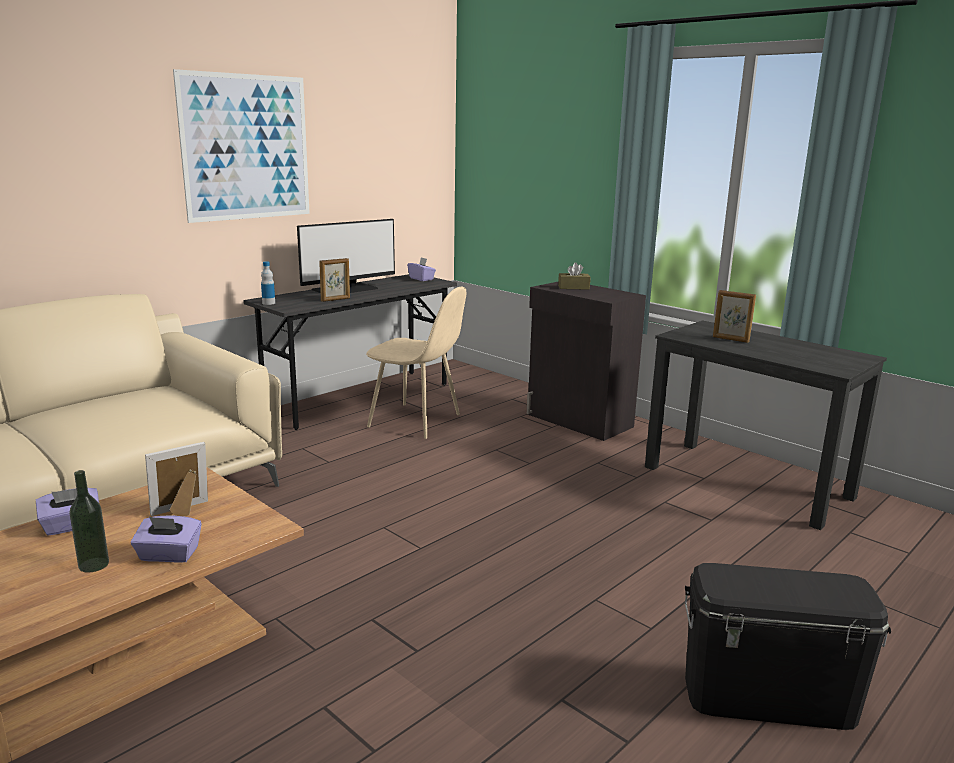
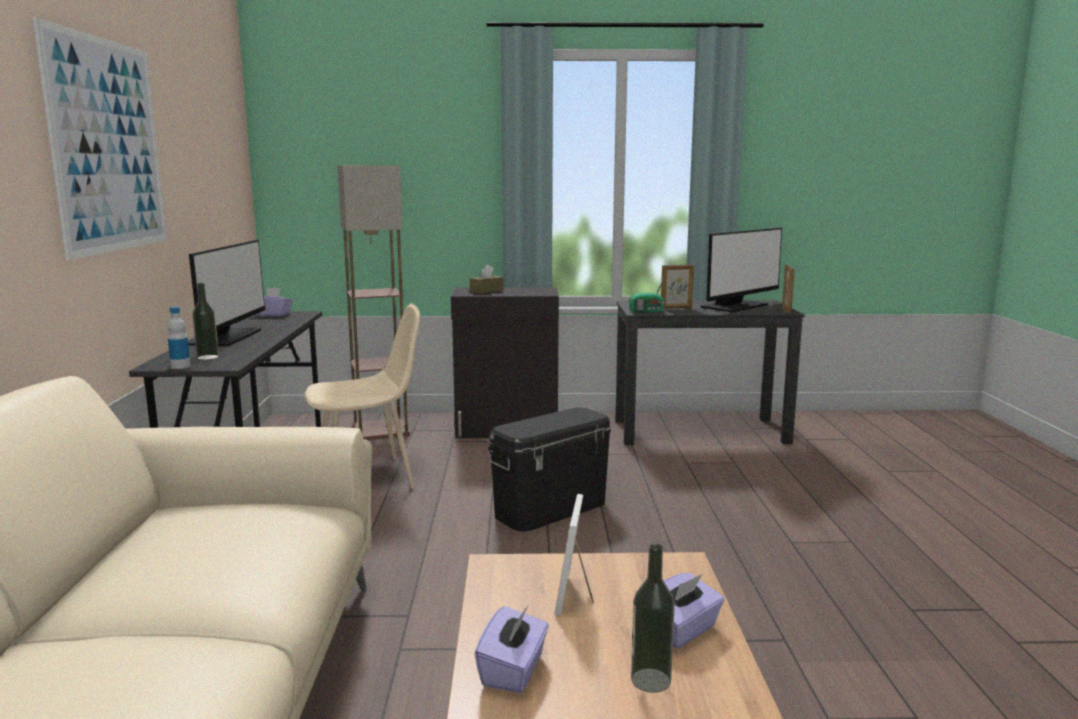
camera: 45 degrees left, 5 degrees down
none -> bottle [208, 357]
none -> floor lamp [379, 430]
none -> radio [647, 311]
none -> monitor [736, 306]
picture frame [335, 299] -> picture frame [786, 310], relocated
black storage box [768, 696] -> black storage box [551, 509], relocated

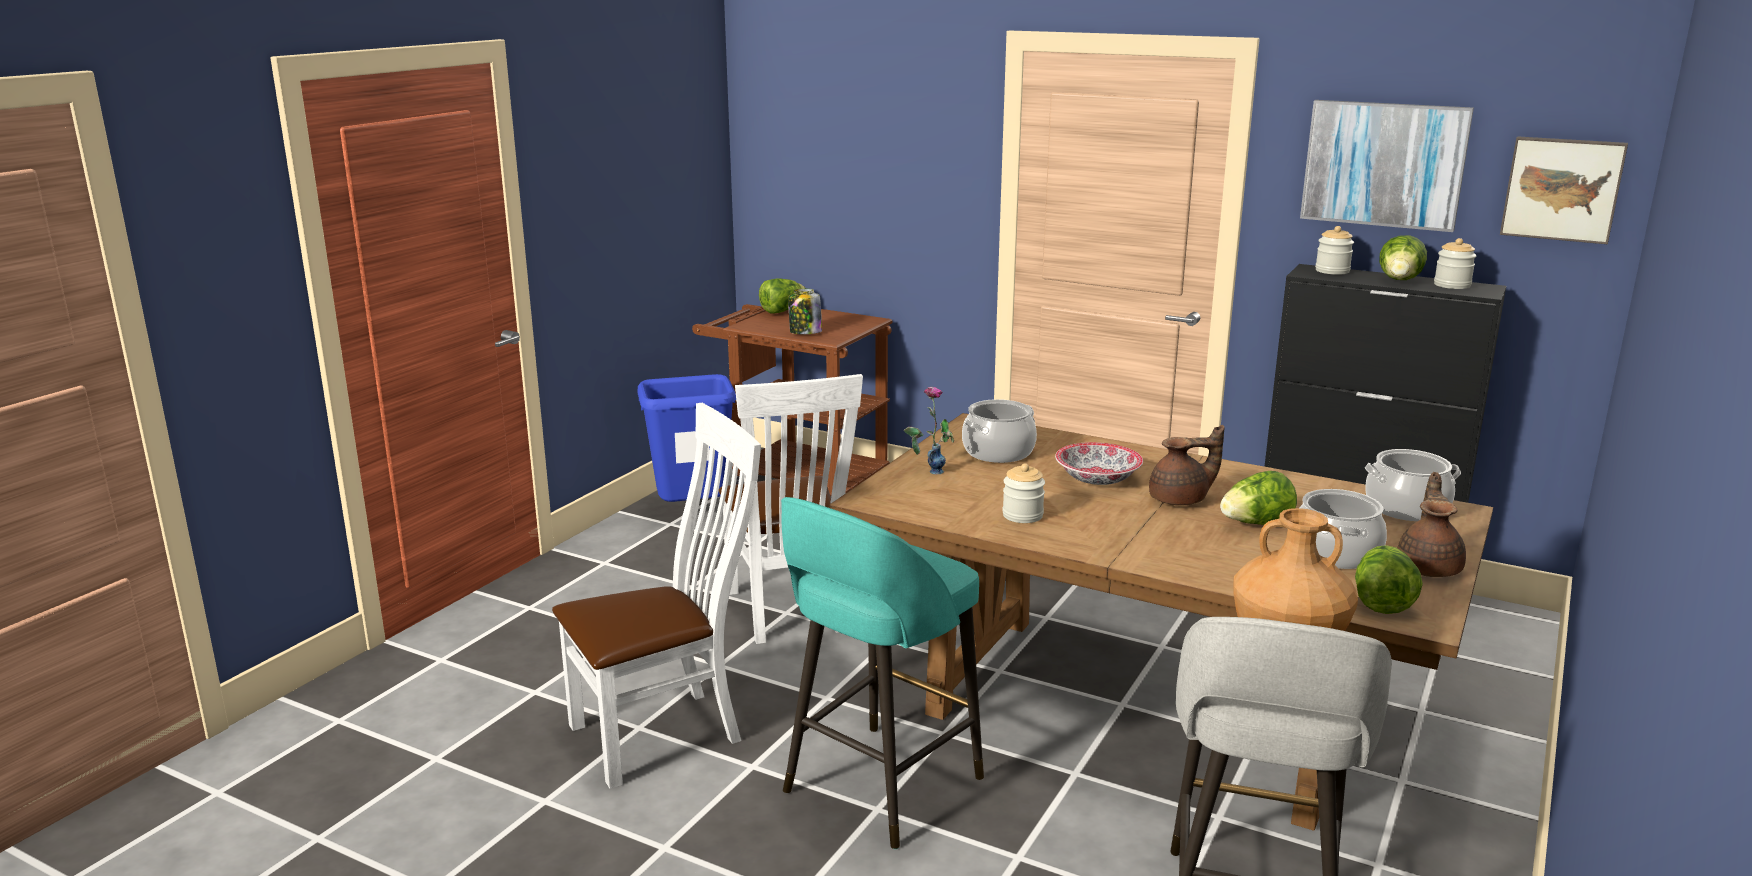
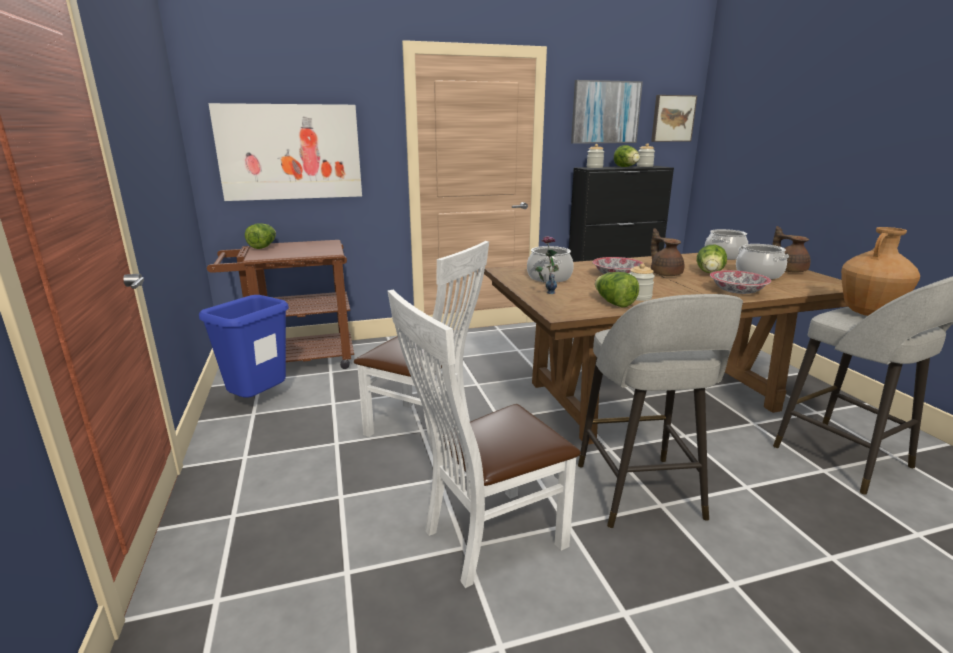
camera: 45 degrees left, 0 degrees up
jar [805, 332] -> none
none -> picture [290, 152]
none -> bowl [737, 292]
lettuce [1381, 601] -> lettuce [614, 303], relocated
turquoise stool [879, 787] -> grey stool [640, 493]
white chair [666, 732] -> white chair [486, 538], 135 degrees counterclockwise
brown teapot [1181, 500] -> brown teapot [665, 274], 60 degrees counterclockwise

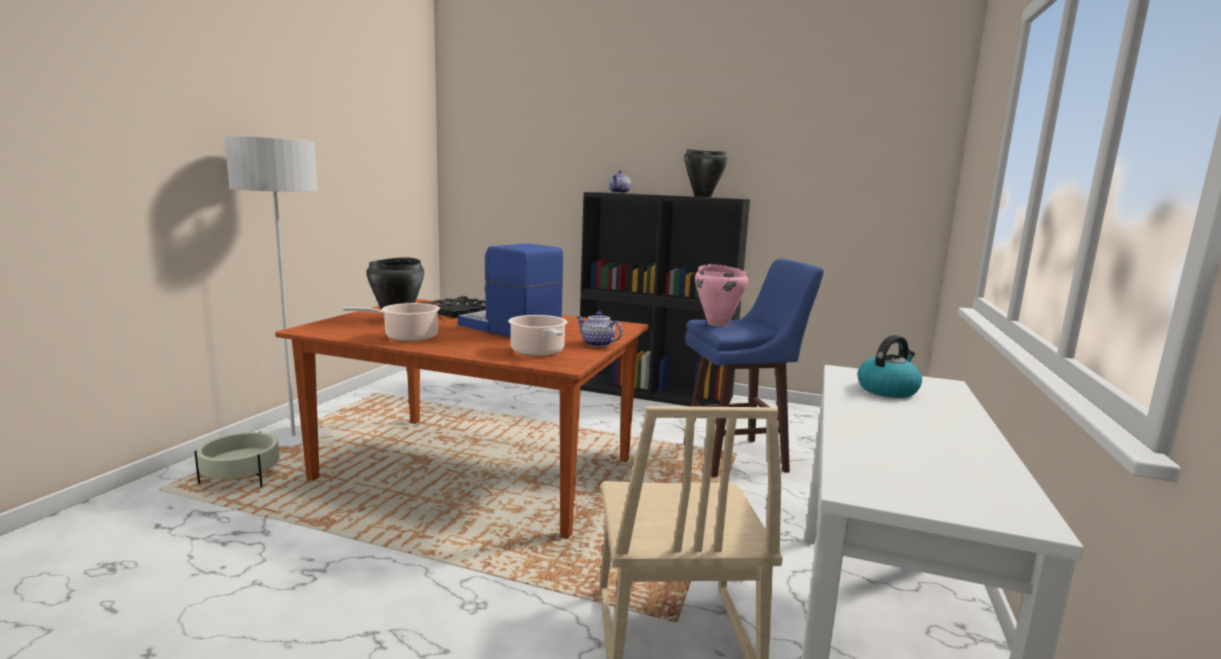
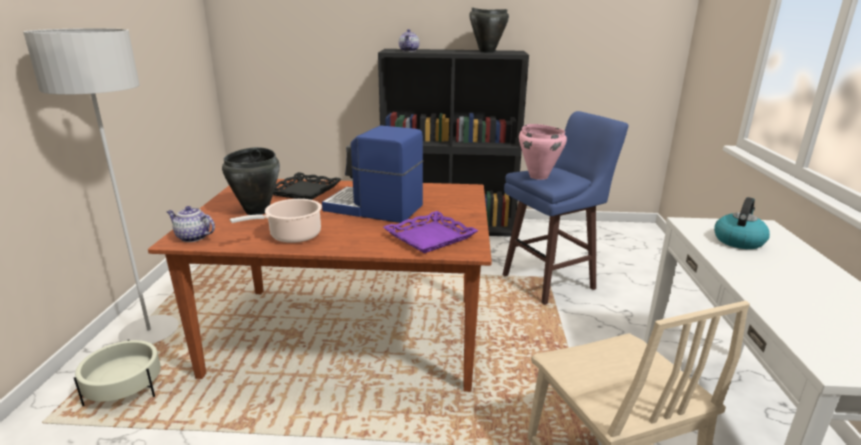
camera: 15 degrees left, 10 degrees up
teapot [597, 344] -> teapot [192, 237], relocated
cooking pot [538, 352] -> purple tray [430, 237]

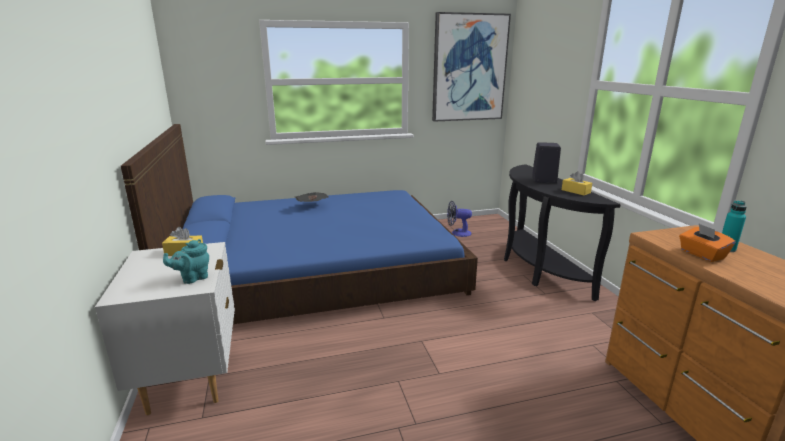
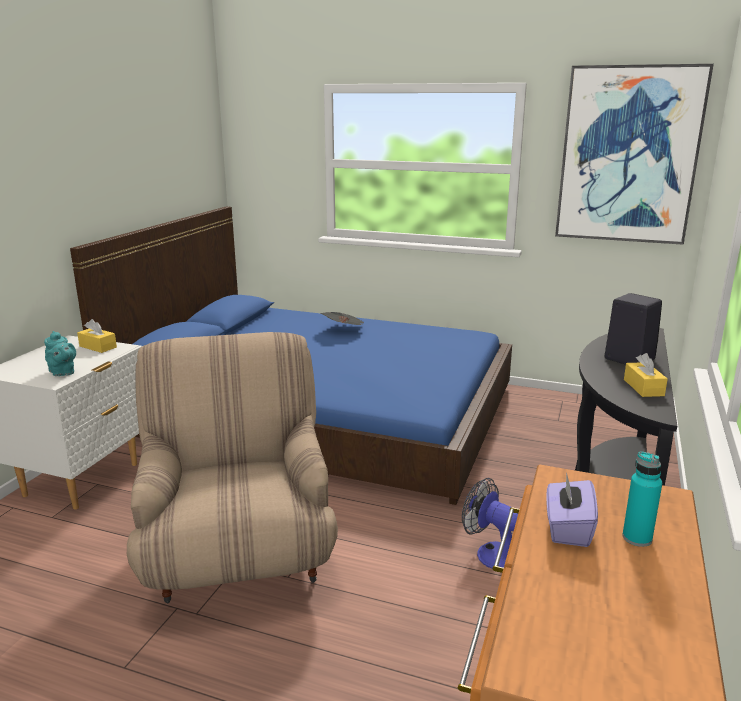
camera: 35 degrees right, 0 degrees up
none -> beige armchair [239, 554]
fan [457, 233] -> fan [491, 553], relocated
orange tissue box [701, 254] -> purple tissue box [567, 528]
turquoise teapot [192, 278] -> turquoise teapot [62, 373], 120 degrees counterclockwise

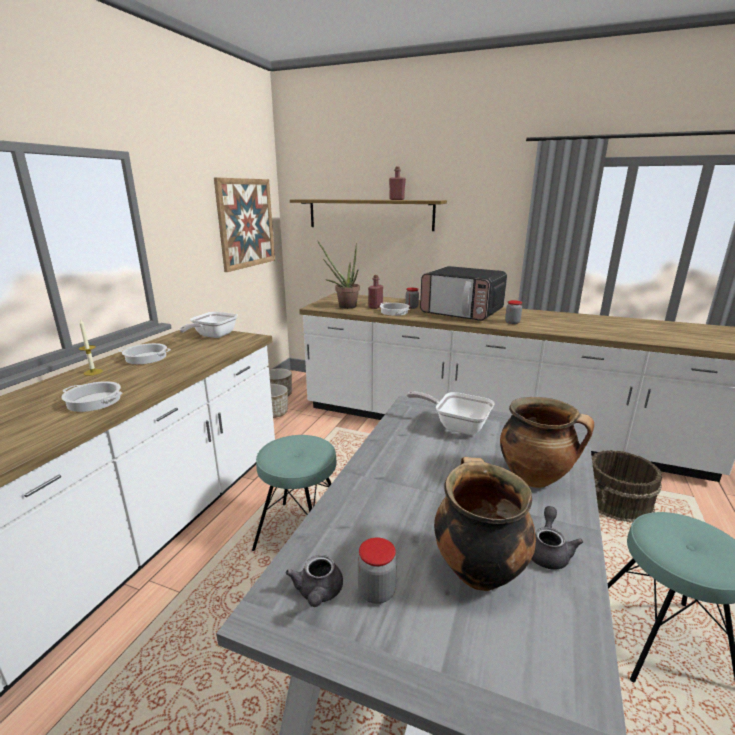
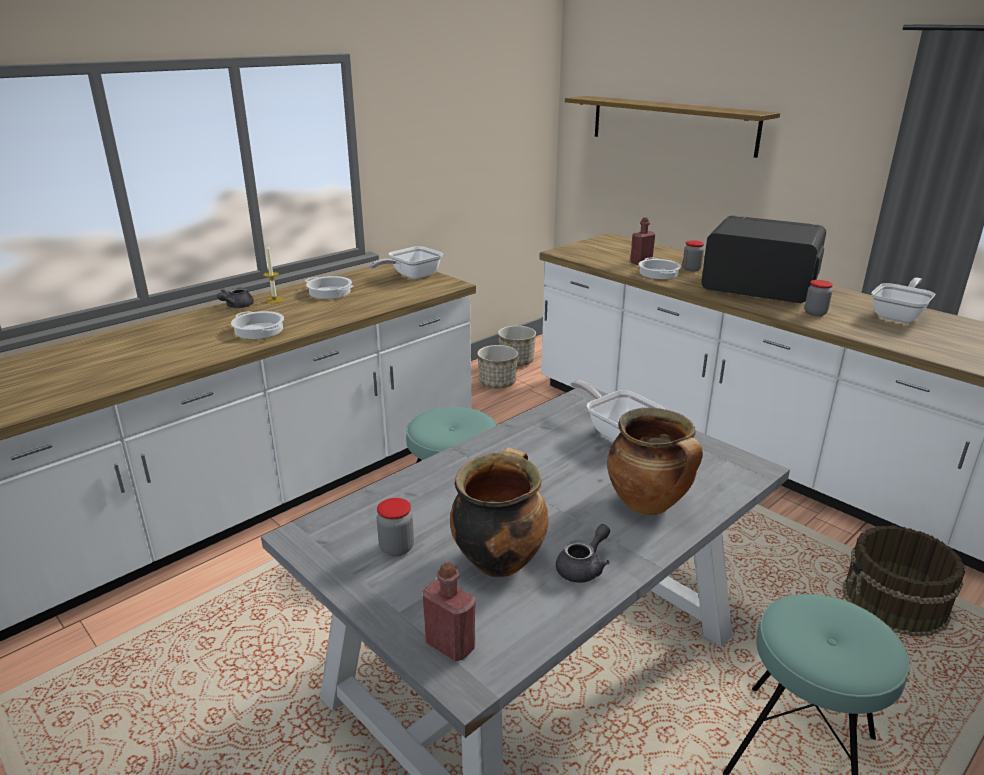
camera: 25 degrees right, 5 degrees up
picture [246, 223] -> none
potted plant [343, 306] -> none
none -> frying pan [899, 316]
grey teapot [318, 593] -> grey teapot [236, 306], relocated
red bottle [396, 199] -> red bottle [450, 645], relocated
microwave [462, 312] -> microwave [757, 287], 150 degrees clockwise

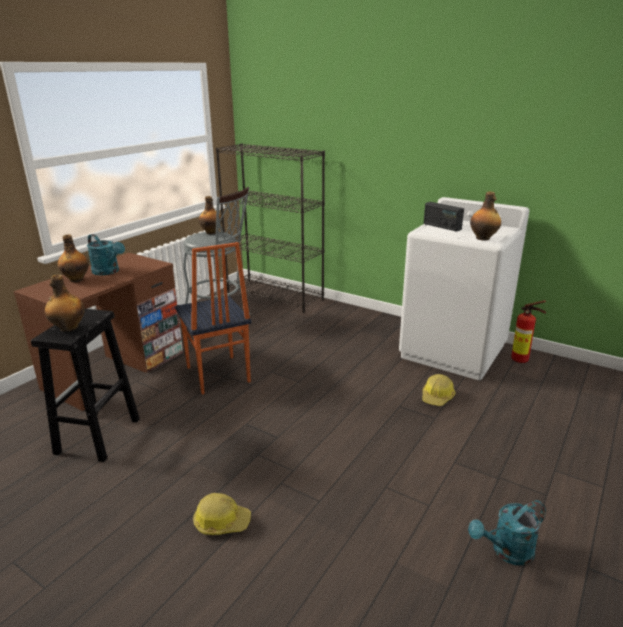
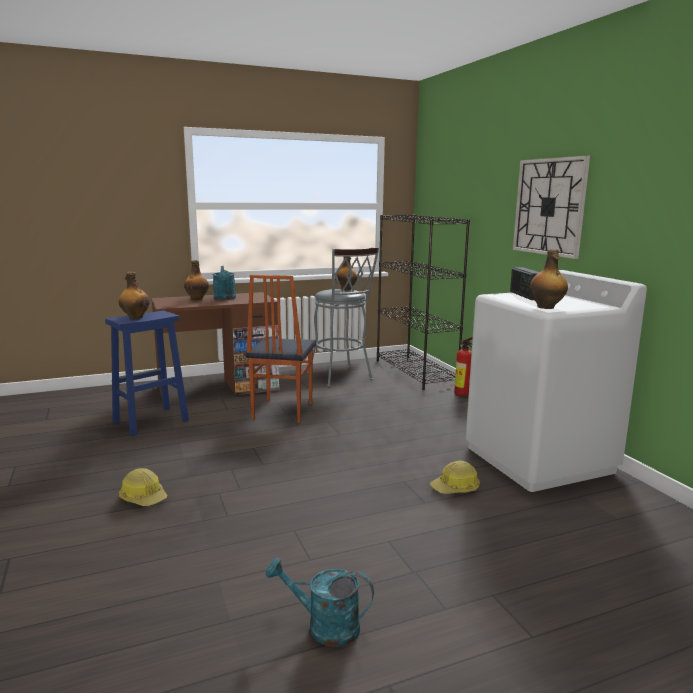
camera: 35 degrees right, 10 degrees down
none -> wall clock [549, 207]
fire extinguisher [522, 360] -> fire extinguisher [463, 395], relocated
black stool [97, 437] -> blue stool [149, 421]

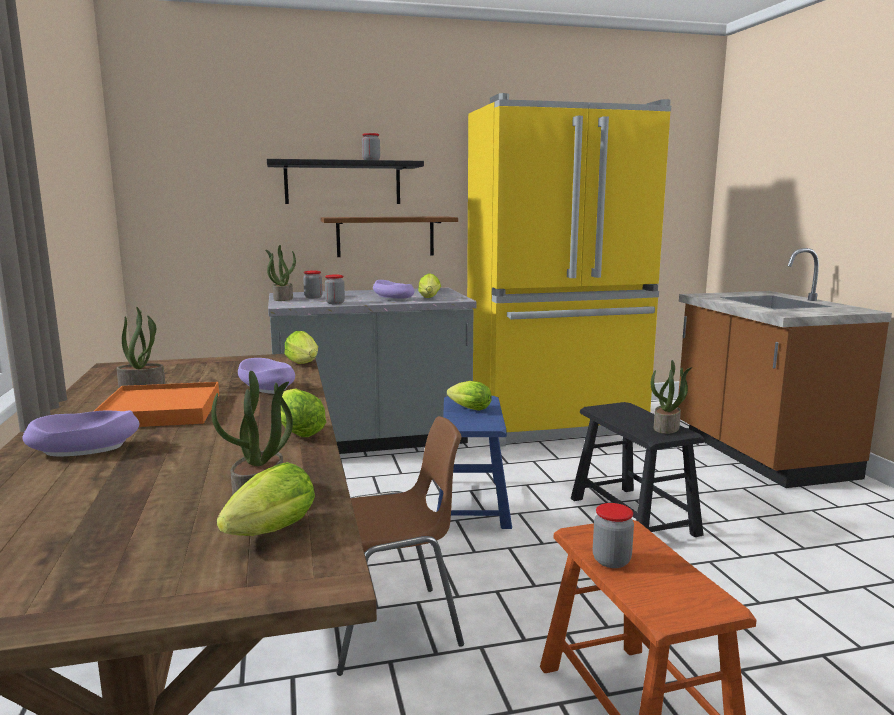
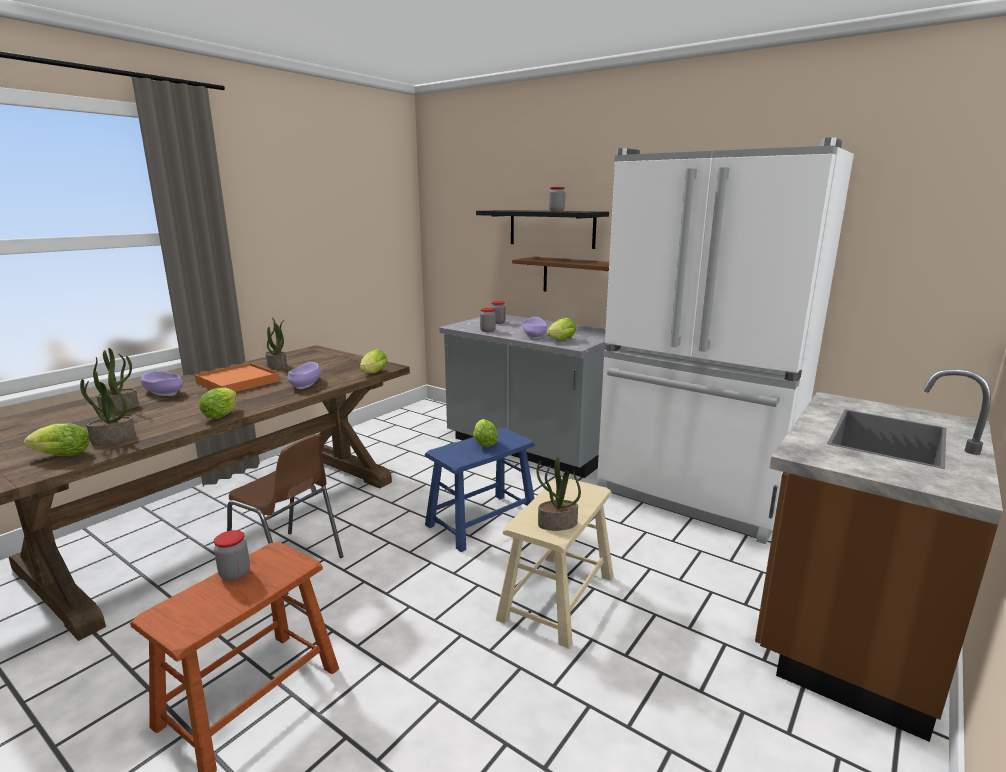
camera: 50 degrees right, 5 degrees up
potted plant [282, 299] -> potted plant [120, 408], relocated
yellow fridge [557, 425] -> white fridge [693, 496]
black stool [633, 516] -> beige stool [558, 597]

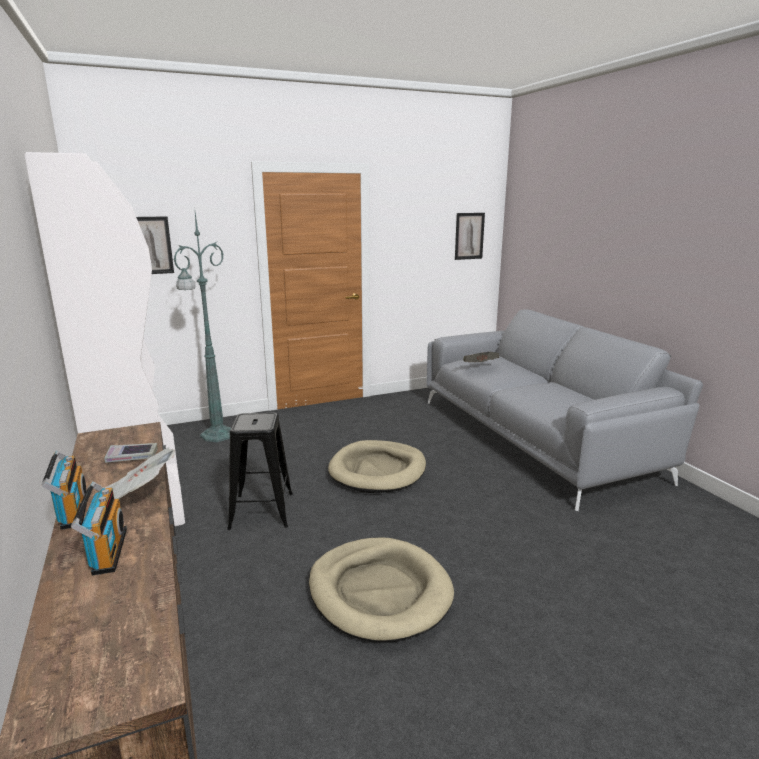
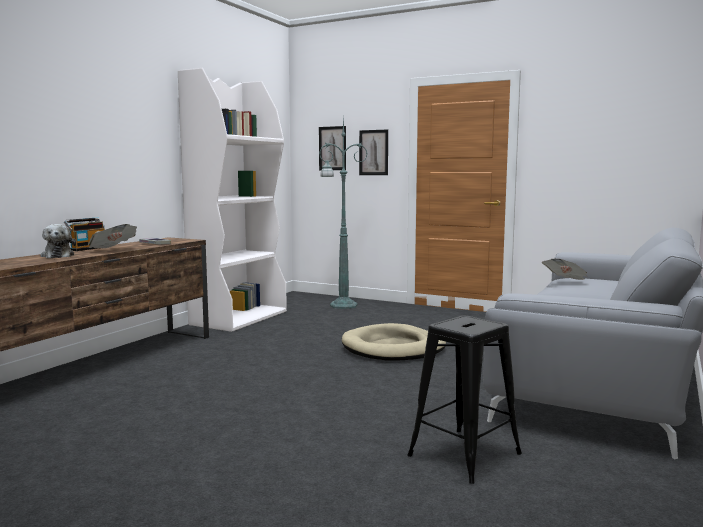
camera: 50 degrees right, 10 degrees down
beige dog bed [379, 592] -> none
black stool [261, 511] -> black stool [464, 455], relocated
picture [469, 236] -> picture [373, 152], relocated
radio [106, 551] -> plush toy [58, 255]

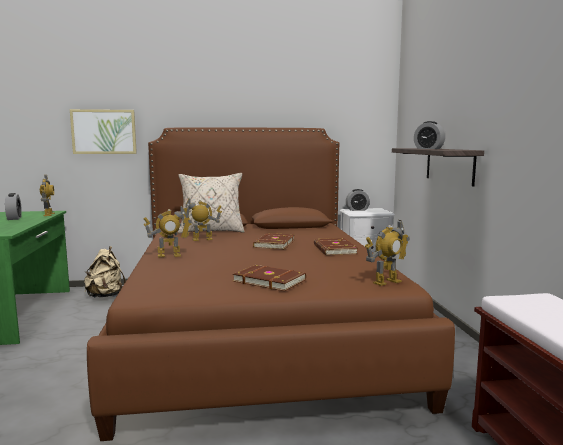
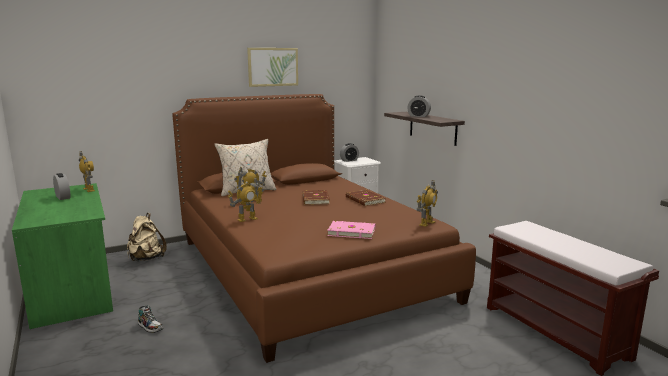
camera: 20 degrees left, 5 degrees up
none -> shoe [150, 327]
picture [104, 132] -> picture [273, 67], relocated
brown book [269, 280] -> pink book [351, 231]

